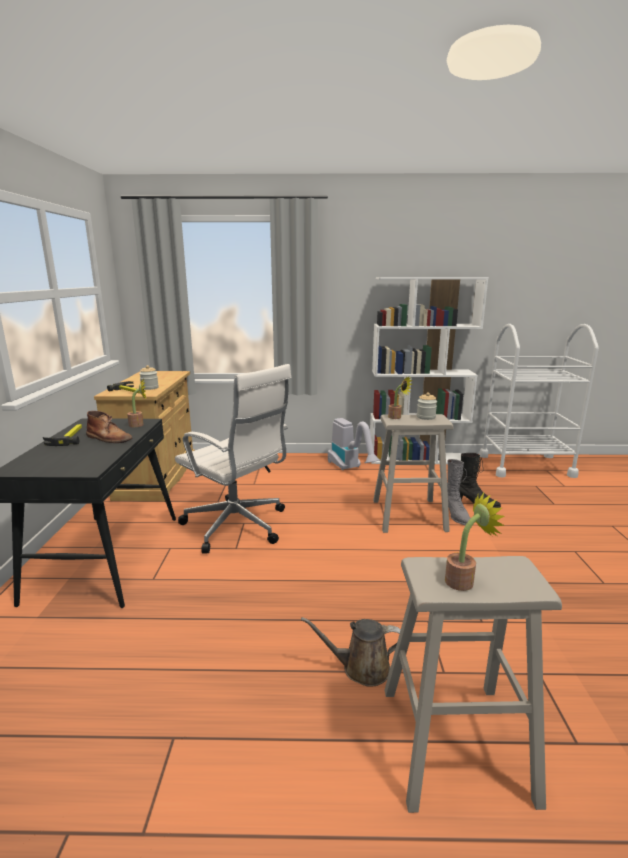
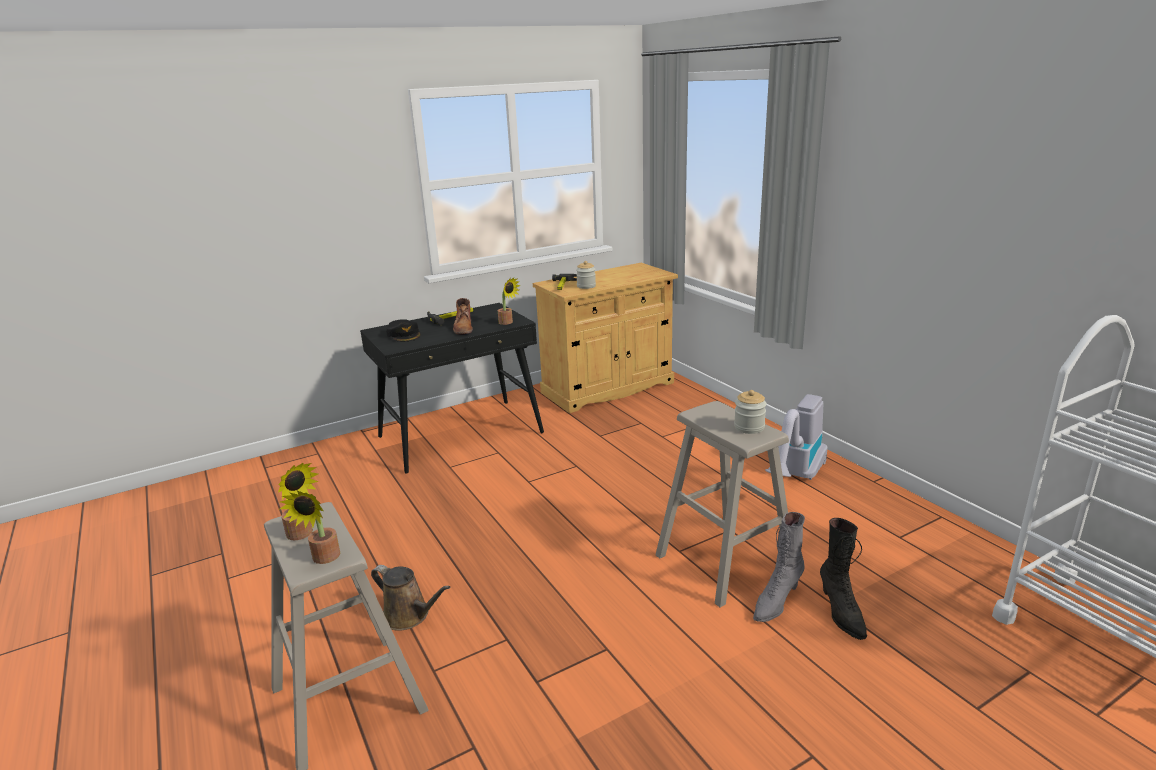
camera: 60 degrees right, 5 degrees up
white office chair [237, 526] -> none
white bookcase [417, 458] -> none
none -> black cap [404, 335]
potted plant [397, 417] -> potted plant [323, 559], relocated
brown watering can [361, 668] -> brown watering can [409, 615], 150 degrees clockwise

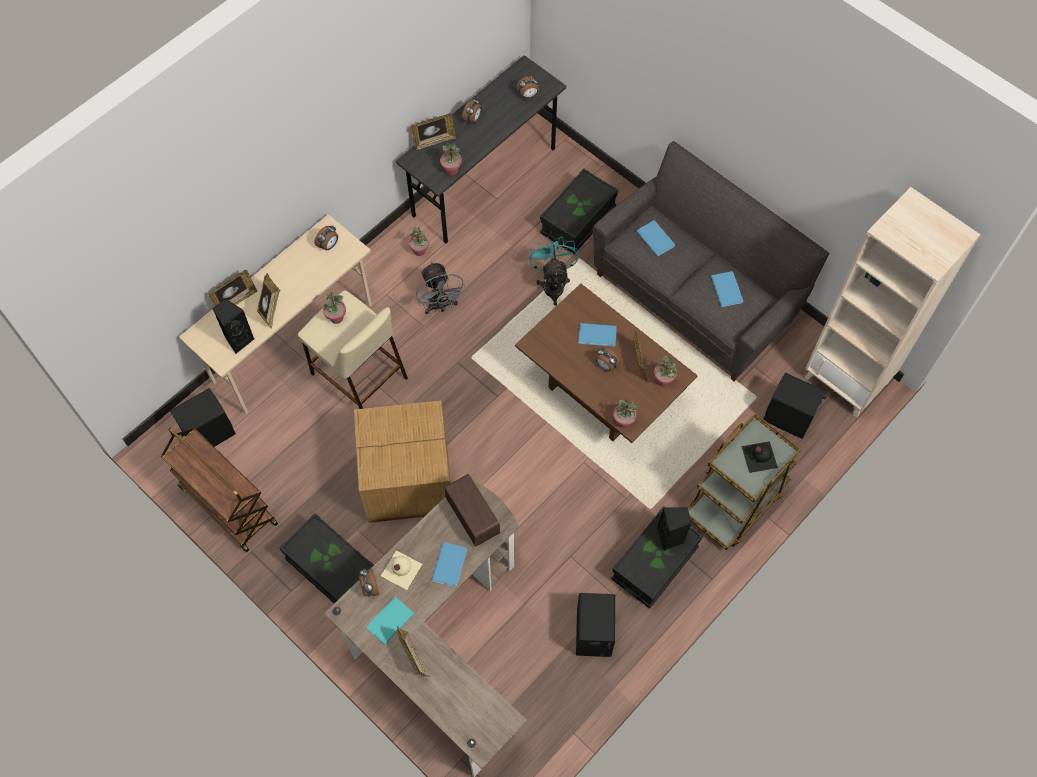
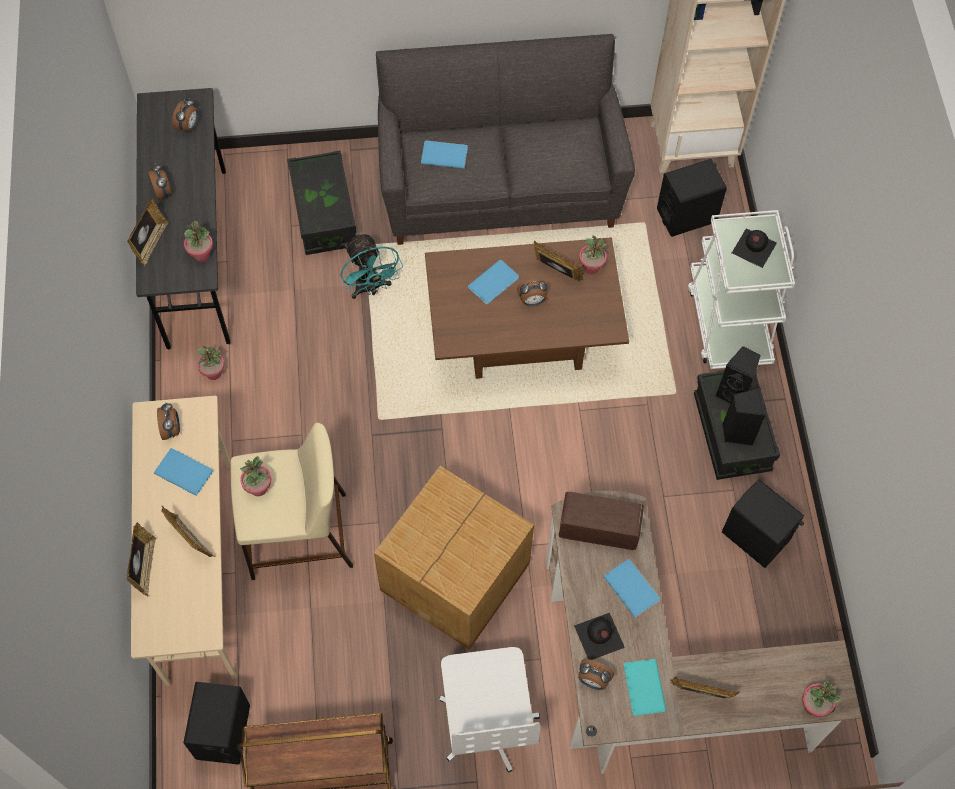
camera: 50 degrees left, 0 degrees up
grey fan [440, 306] -> none
black speaker [238, 339] -> black speaker [737, 432], relocated
potted plant [623, 421] -> potted plant [813, 705], relocated
blue book [727, 288] -> blue book [183, 470], relocated
black storage box [331, 568] -> white office chair [487, 723]
beige bottle [400, 570] -> black bottle [598, 637]
brown cart [734, 502] -> white cart [729, 321]
turquoise fan [553, 284] -> turquoise fan [370, 288], 150 degrees counterclockwise

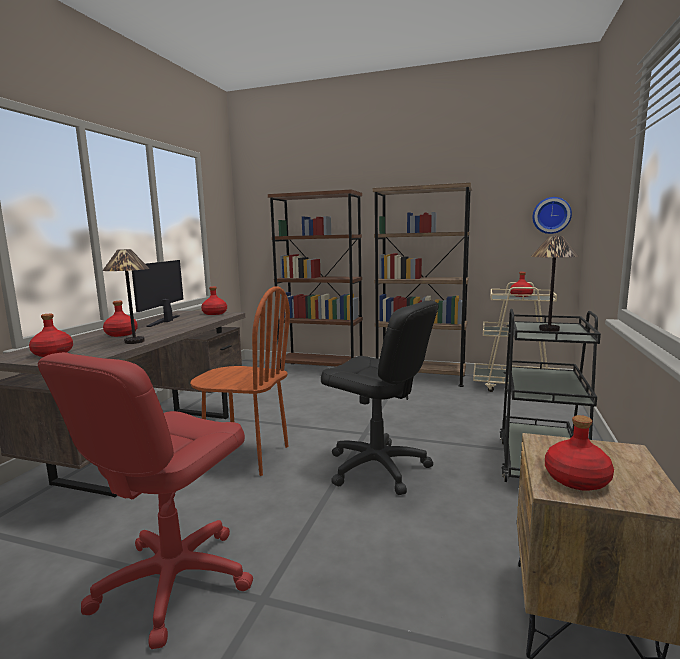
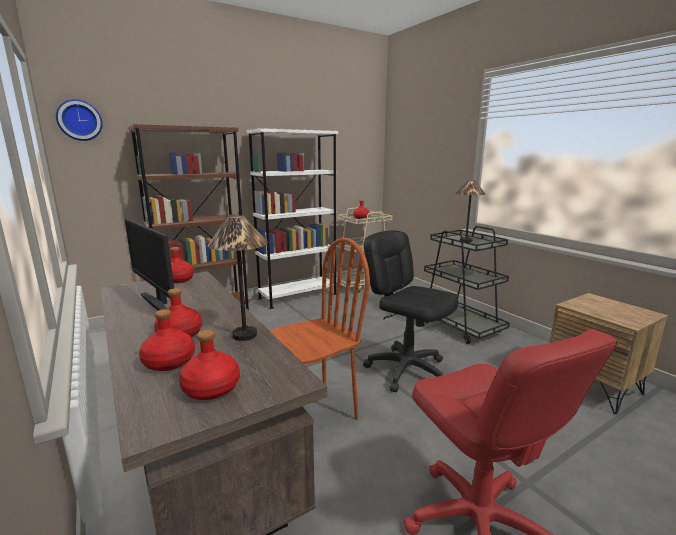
camera: 50 degrees left, 5 degrees up
wall clock [551, 215] -> wall clock [79, 120], relocated
red bottle [576, 479] -> red bottle [169, 362], relocated
brown bookcase [420, 377] -> white bookcase [298, 296]
black office chair [377, 468] -> black office chair [406, 369], 120 degrees counterclockwise

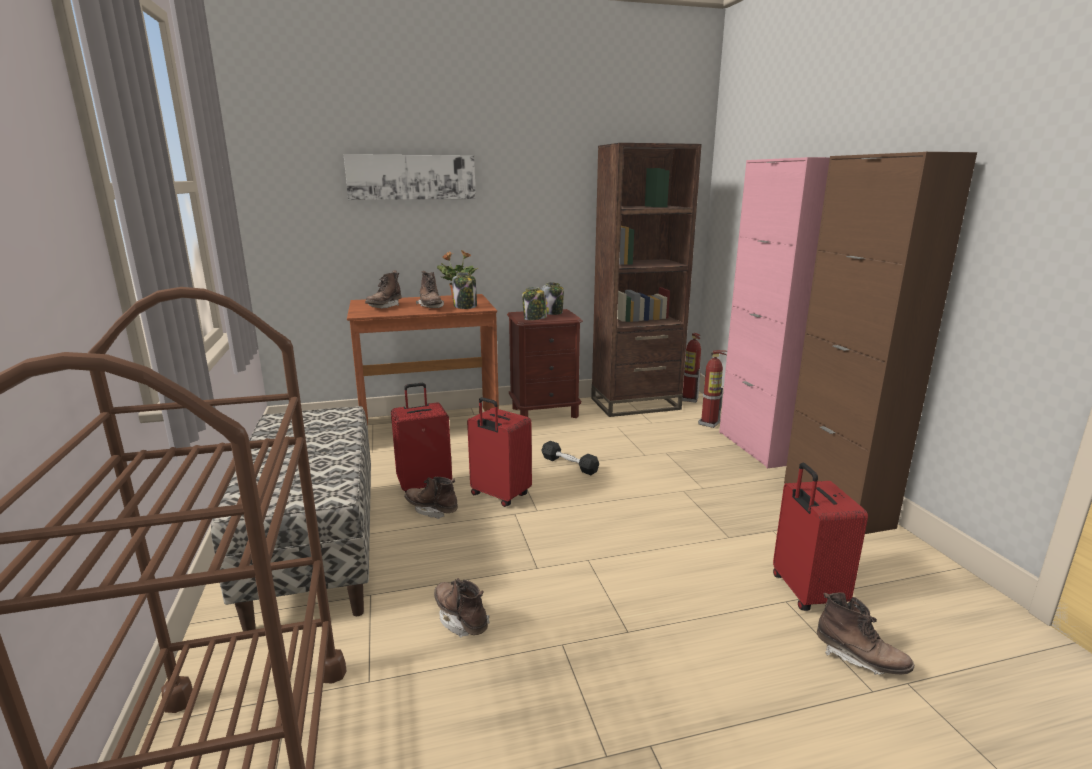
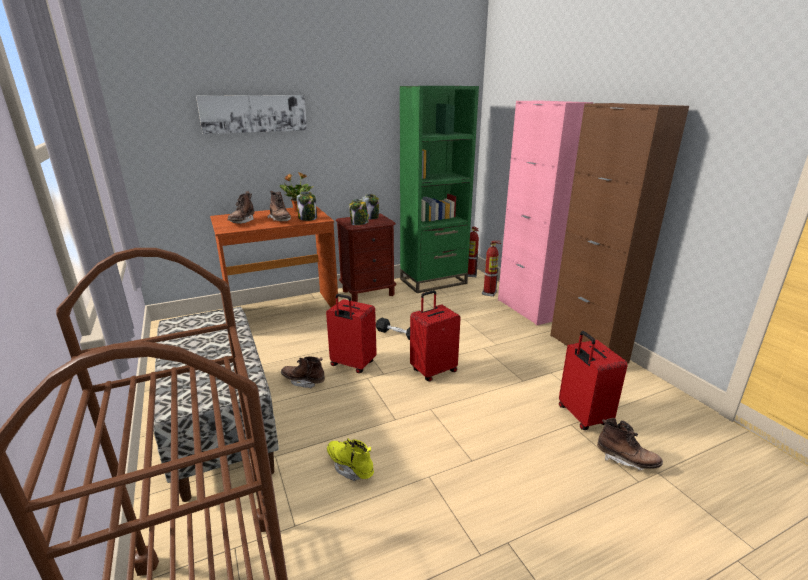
camera: 10 degrees left, 5 degrees up
red suitcase [425, 486] -> red suitcase [433, 370], relocated
brown boot [461, 619] -> yellow boot [350, 467]
brown bookcase [635, 404] -> green bookcase [433, 281]

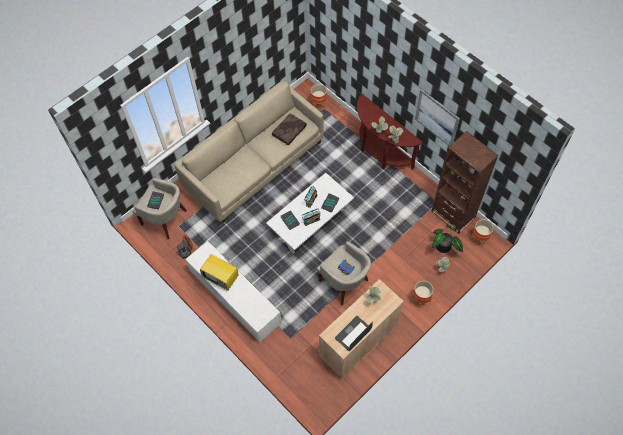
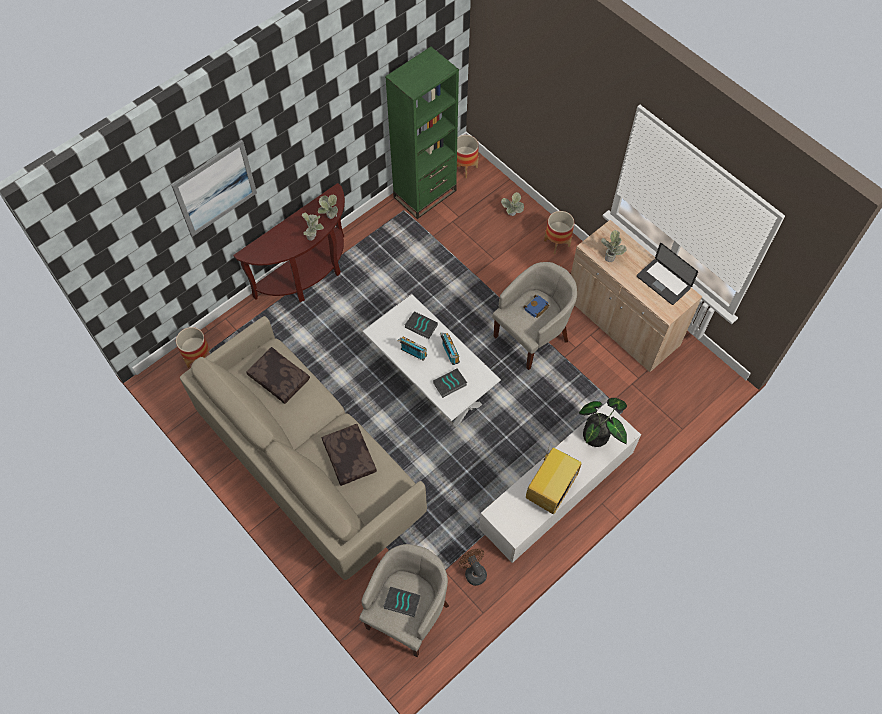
camera: 90 degrees left, 0 degrees up
none -> brown pillow [348, 457]
picture [436, 118] -> picture [215, 188], relocated
potted plant [444, 248] -> potted plant [599, 434], relocated
brown bookcase [453, 214] -> green bookcase [425, 194]

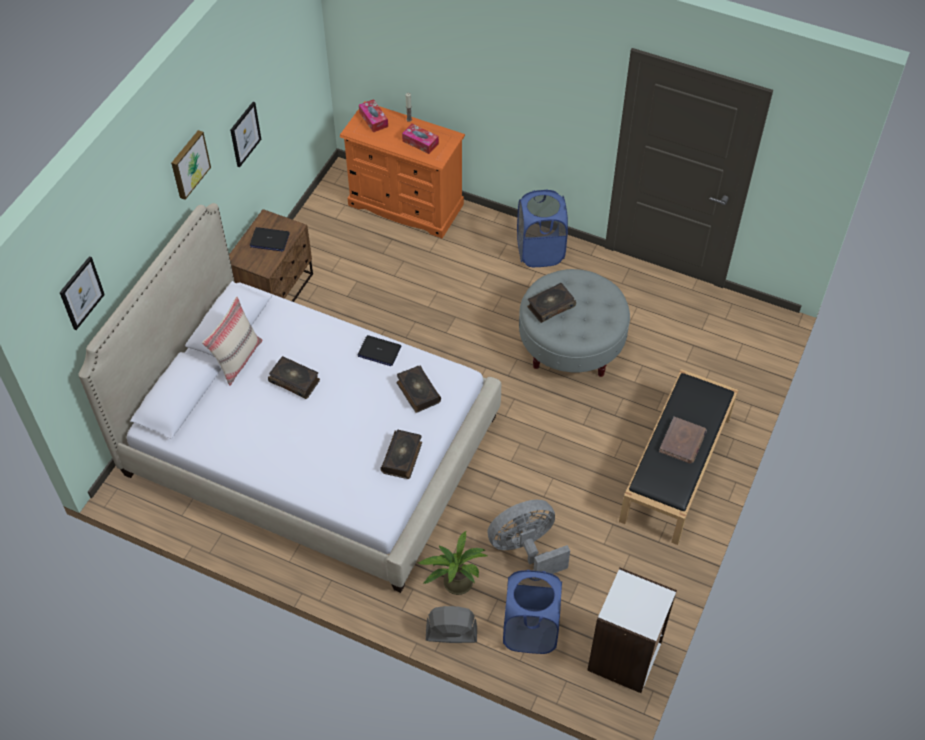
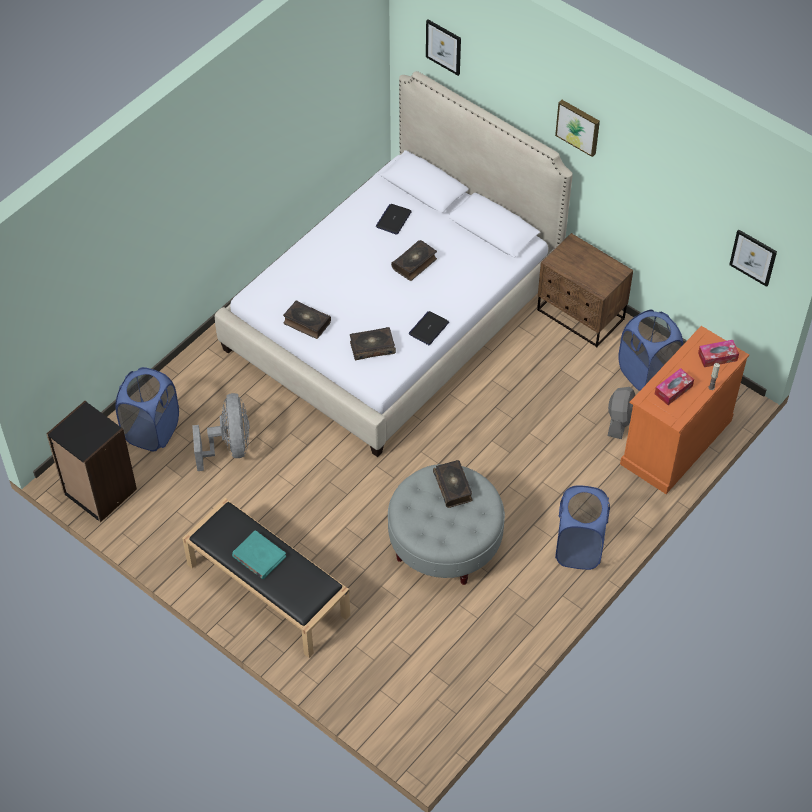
camera: 105 degrees right, 0 degrees up
beige pillow [237, 359] -> none
potted plant [454, 581] -> none
none -> blue laundry basket [646, 373]
picture [245, 134] -> picture [753, 257], relocated
laptop [269, 240] -> laptop [393, 219], relocated
grey fan [451, 634] -> grey fan [619, 420], relocated
white bookcase [625, 657] -> black bookcase [99, 492]
brown book [682, 442] -> turquoise book [259, 556]

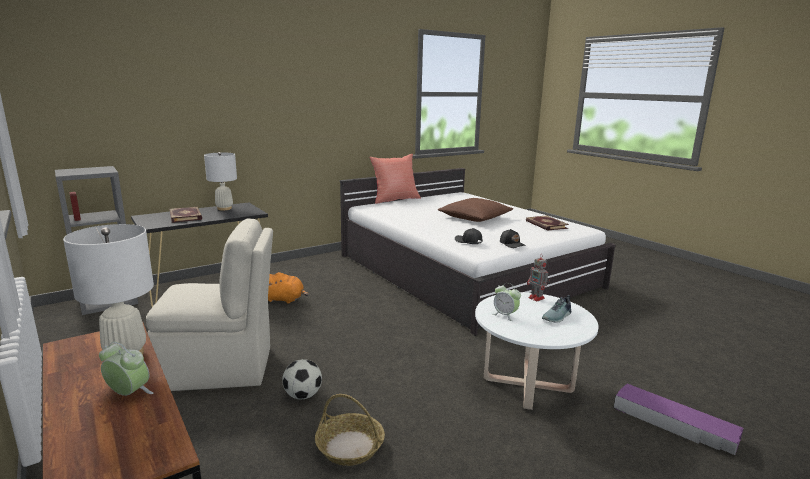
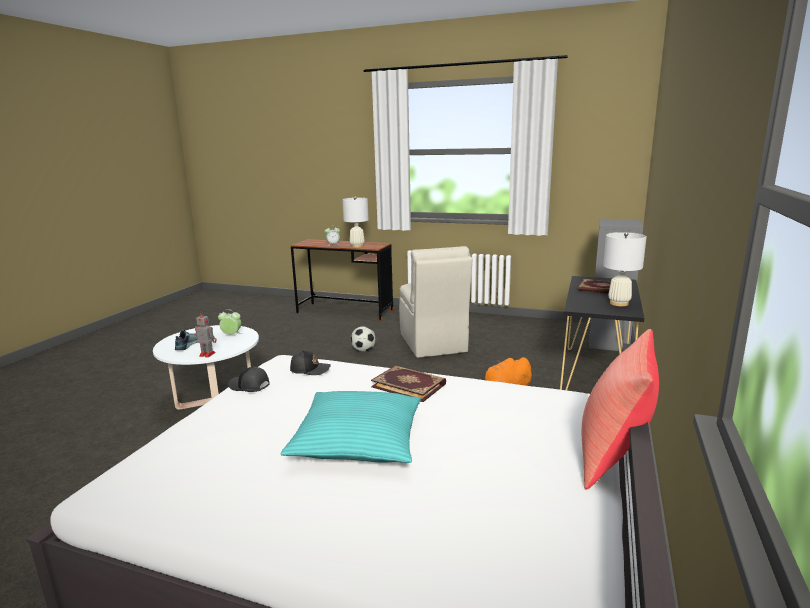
camera: 145 degrees right, 0 degrees up
basket [349, 447] -> none
purple storage box [674, 424] -> none
book [545, 225] -> book [409, 385], relocated
brown pillow [474, 217] -> turquoise pillow [358, 440]
beige chair [220, 368] -> beige chair [433, 344], 60 degrees counterclockwise

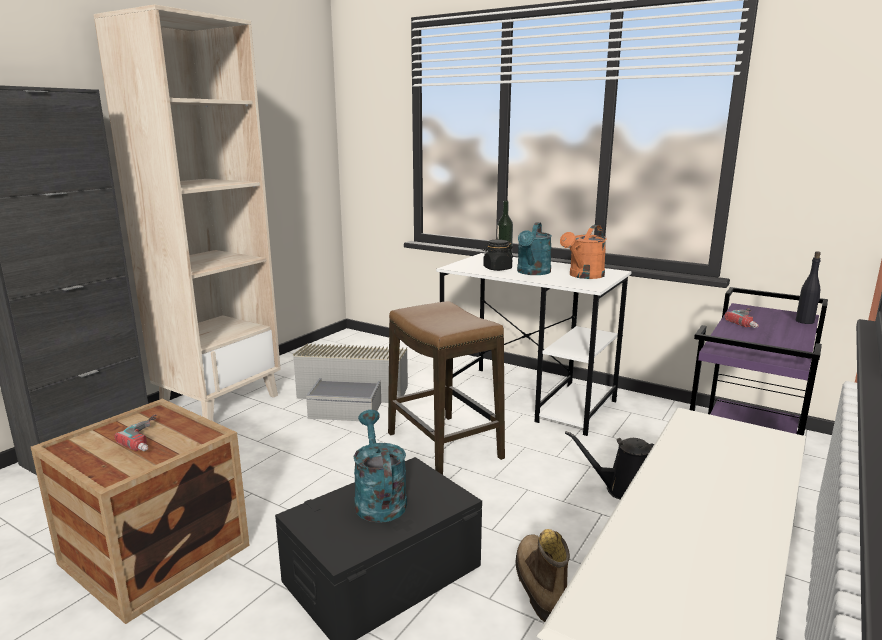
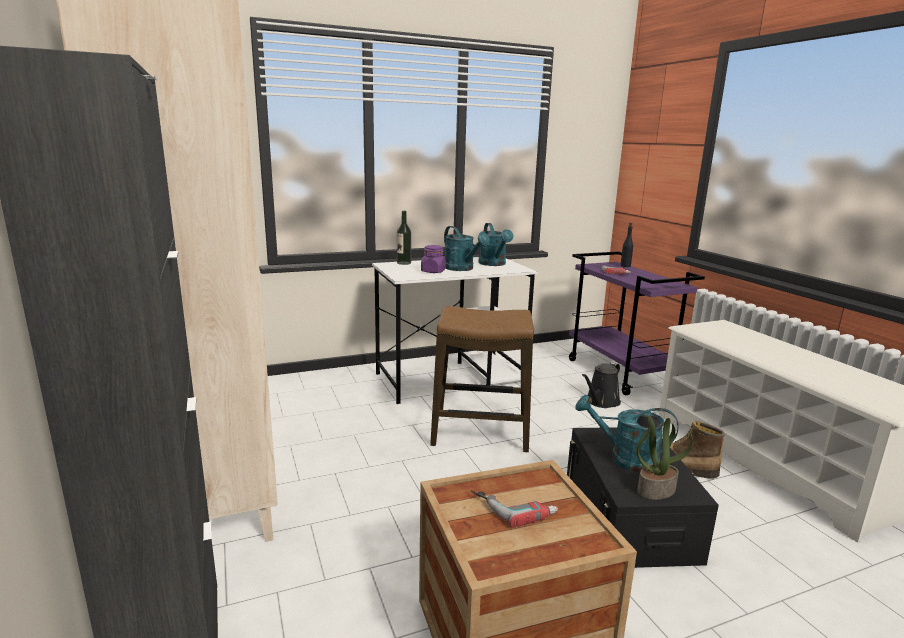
camera: 55 degrees left, 0 degrees up
grey storage box [352, 397] -> none
none -> potted plant [656, 490]
black jar [497, 269] -> purple jar [433, 271]
orange watering can [583, 276] -> turquoise watering can [494, 264]

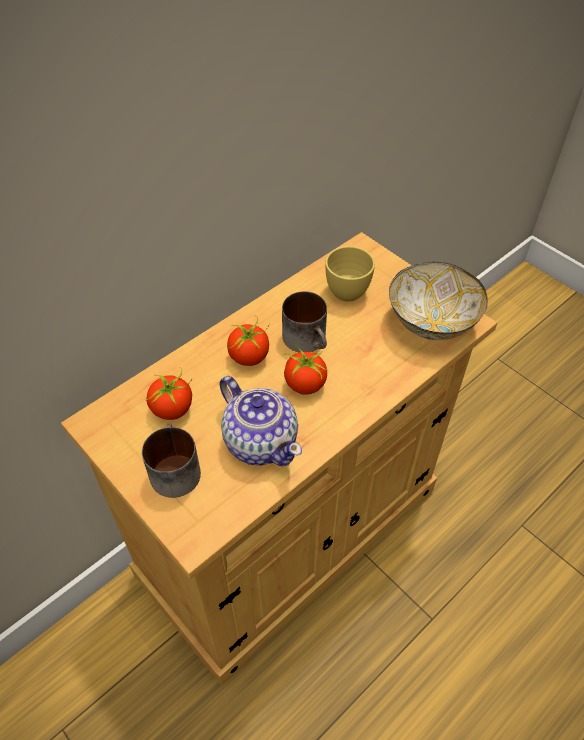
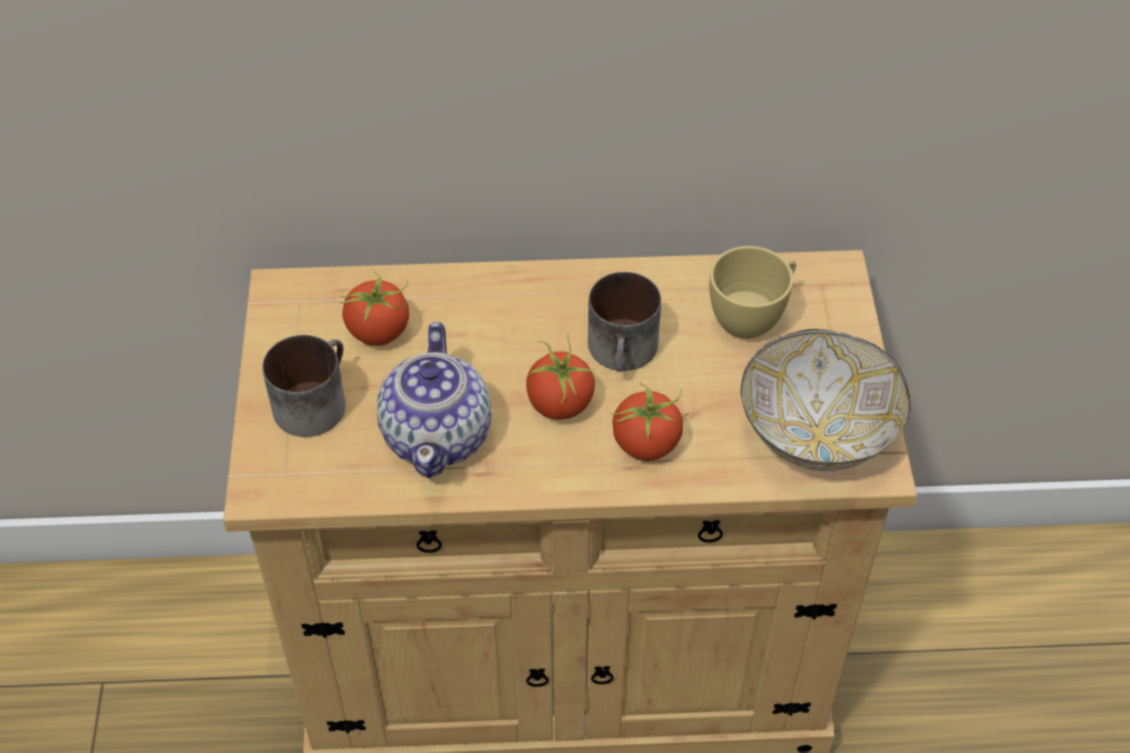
camera: 40 degrees right, 0 degrees up
tomato [249, 356] -> tomato [647, 444], relocated

